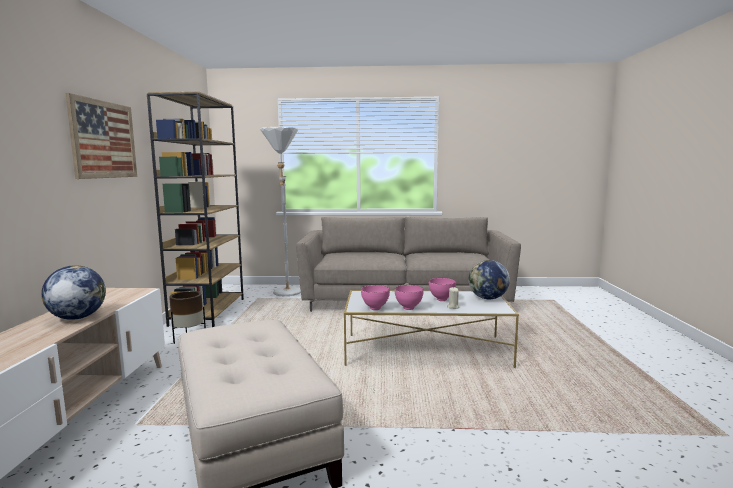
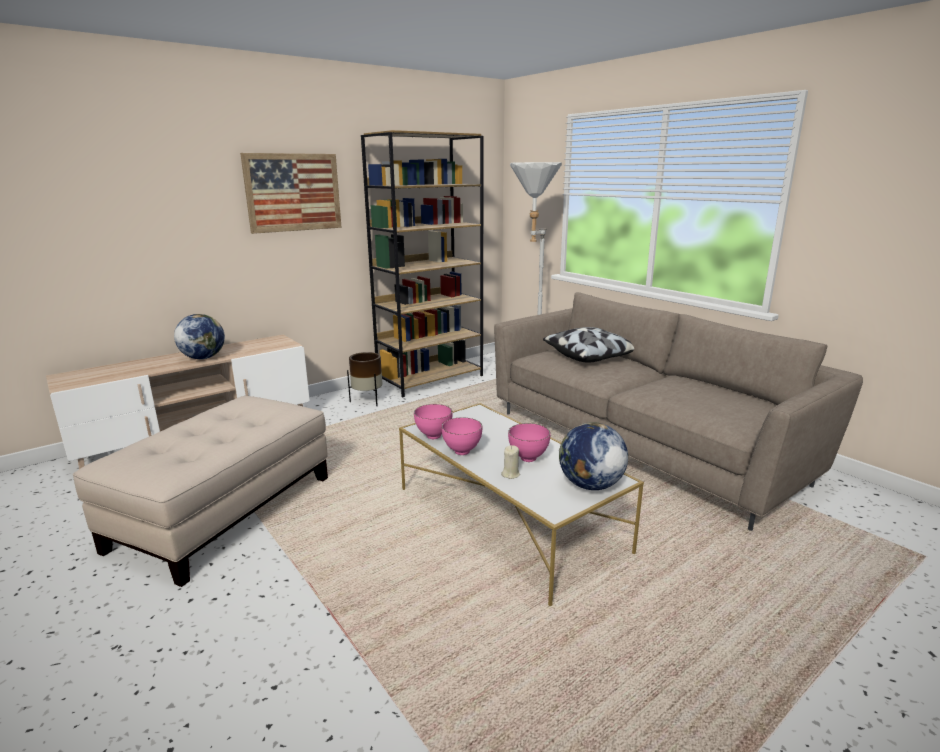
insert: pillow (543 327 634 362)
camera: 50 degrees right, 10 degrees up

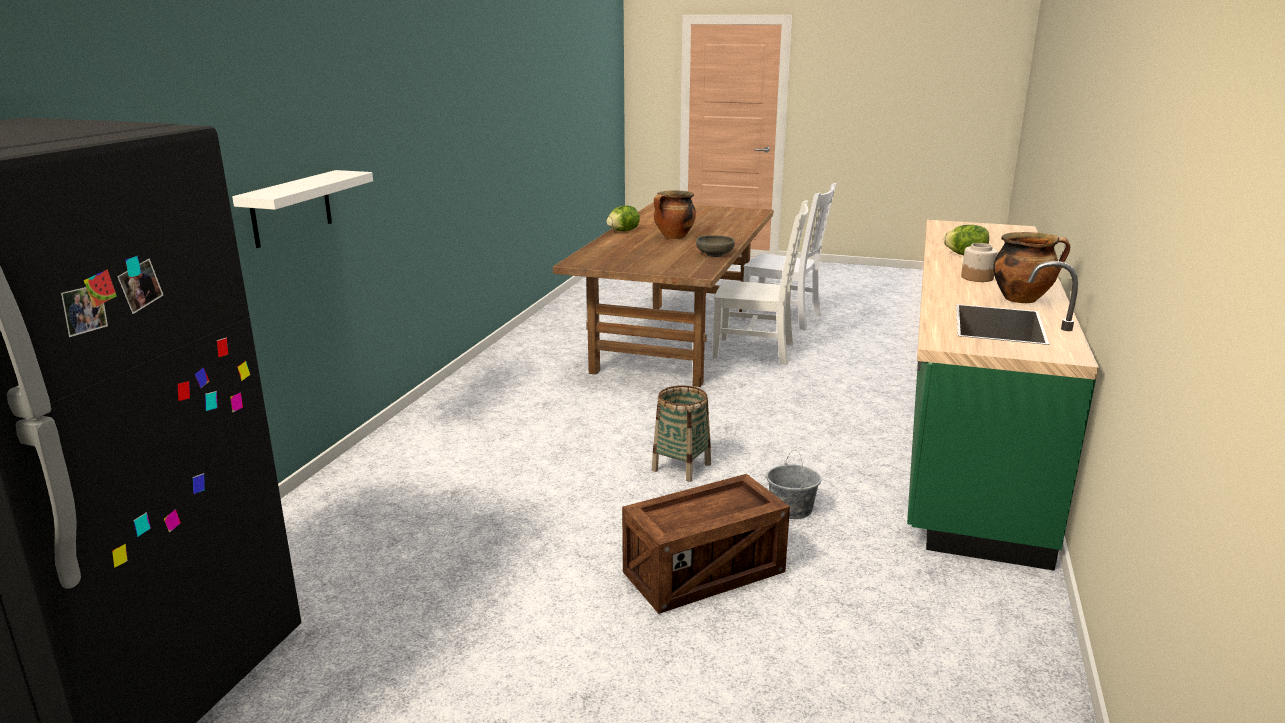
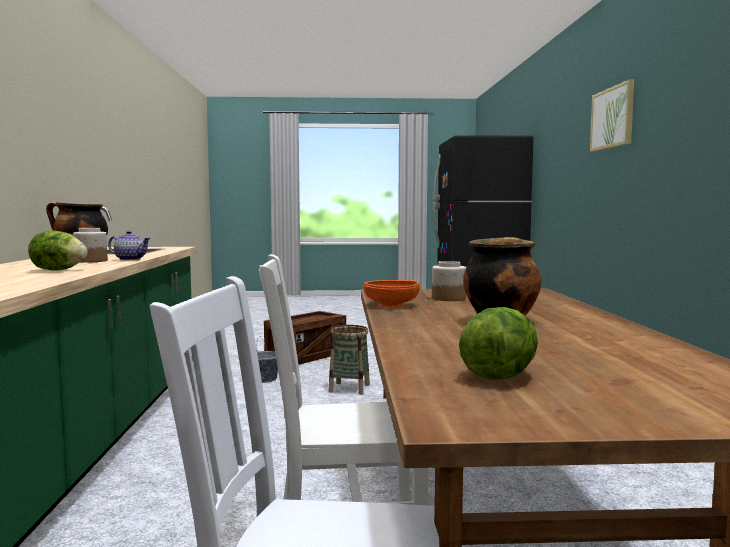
delete: white shelf (232 170 373 248)
insert: teapot (108 231 151 260); jar (432 261 466 301); picture (590 79 634 152)
move: lettuce (607 206 640 231) to (459 307 538 380)
recolor: grey bowl (696 235 735 257) to orange bowl (364 280 420 307)
camera: 160 degrees right, 15 degrees down

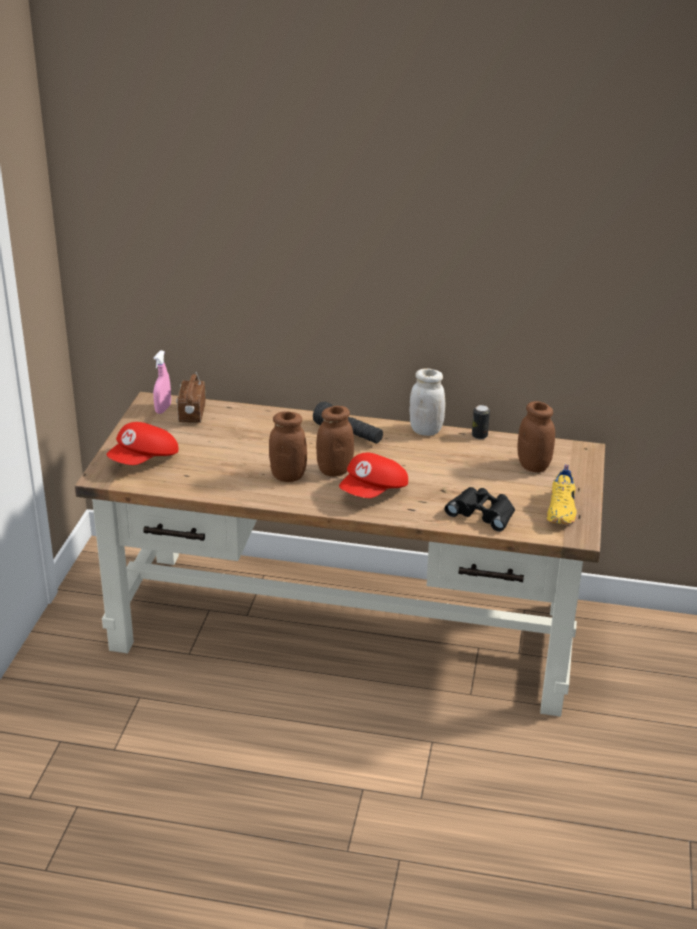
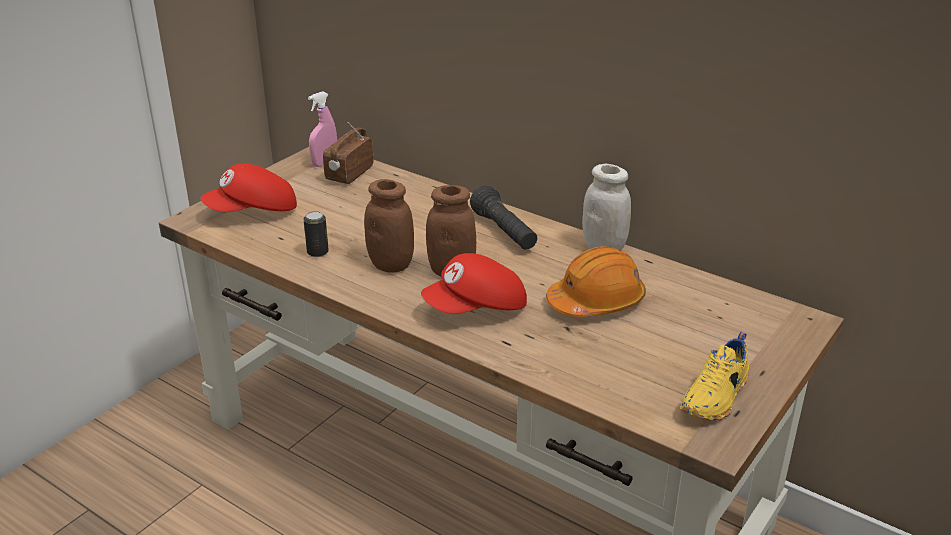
delete: black binoculars (444 487 515 532); brown jar (517 401 555 472)
insert: orange hard hat (546 246 646 317)
move: can (472 405 490 439) to (304 211 329 257)
camera: 25 degrees right, 0 degrees up

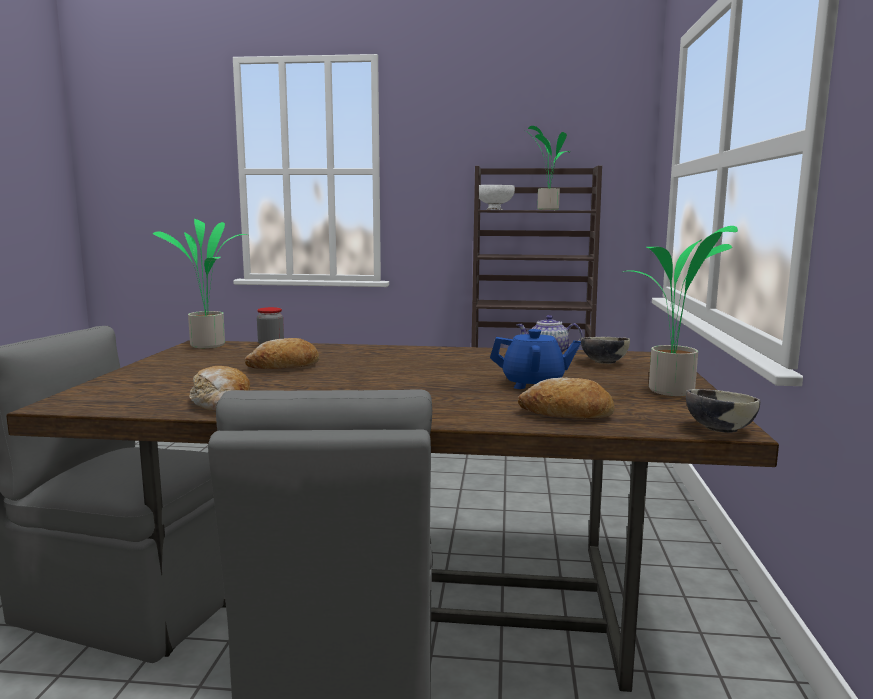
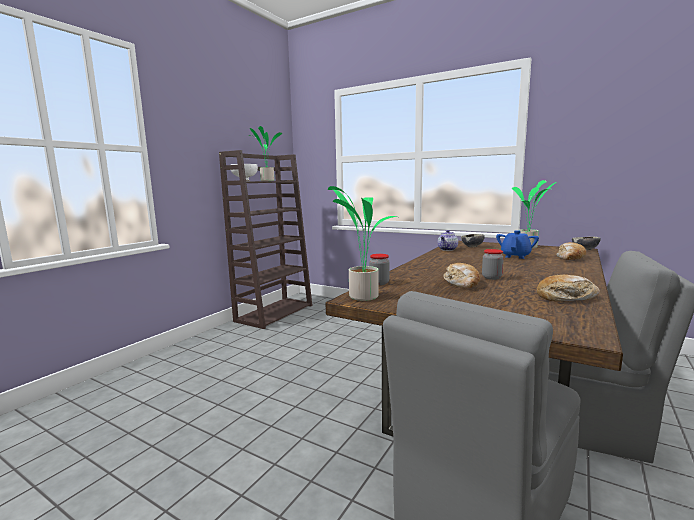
insert: jar (482 249 504 280)
camera: 65 degrees left, 0 degrees up

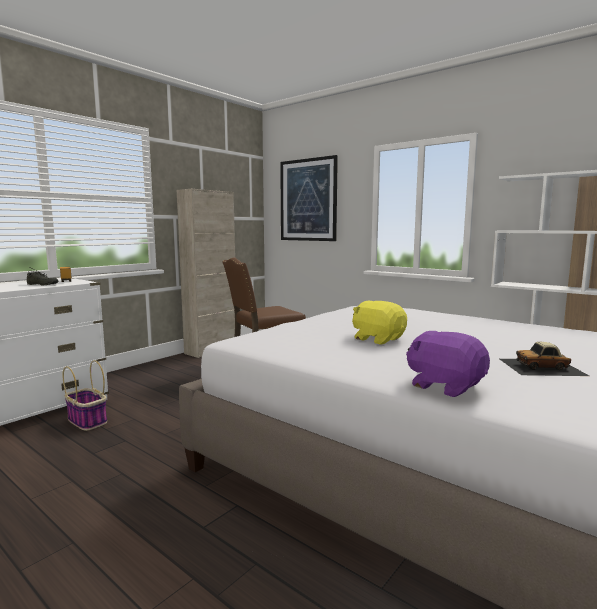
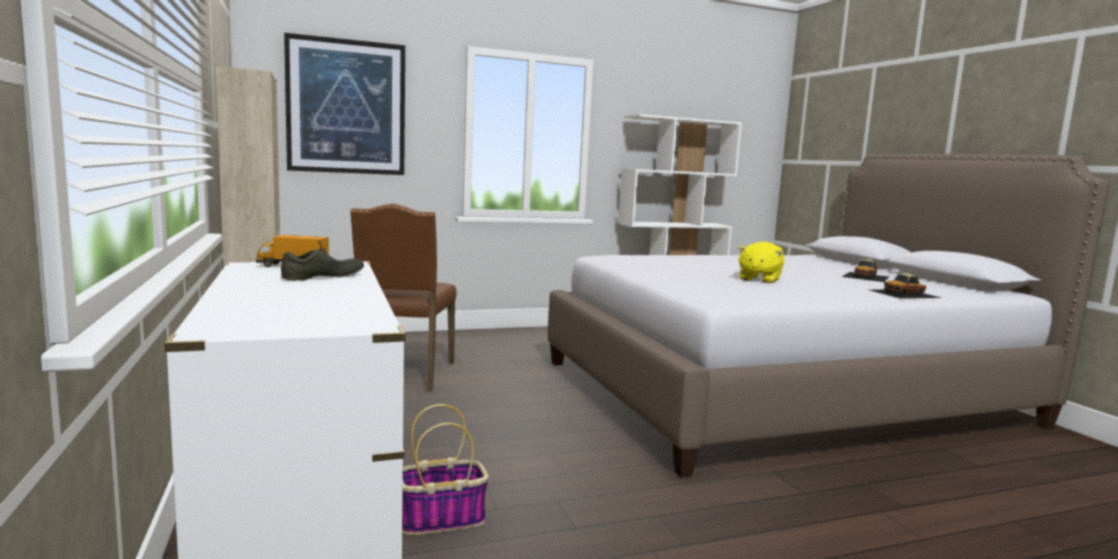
replace: purple plush toy (406 331 490 397) to toy car (869 273 941 299)
rotate: yellow plush toy (352 301 407 344) = (737 241 784 283) 45 degrees counterclockwise
camera: 60 degrees left, 0 degrees up

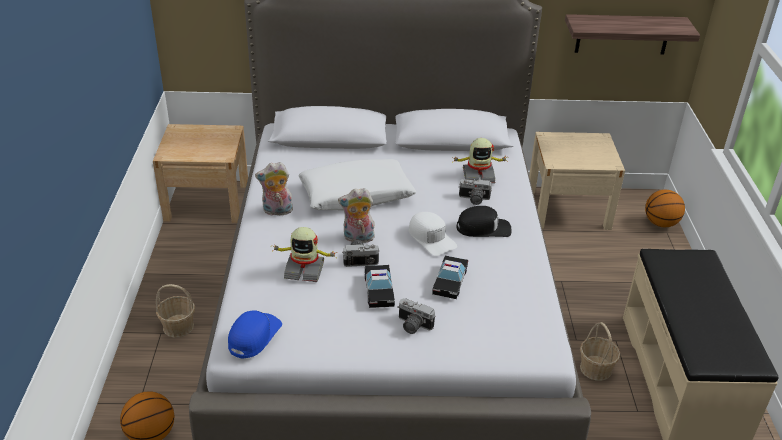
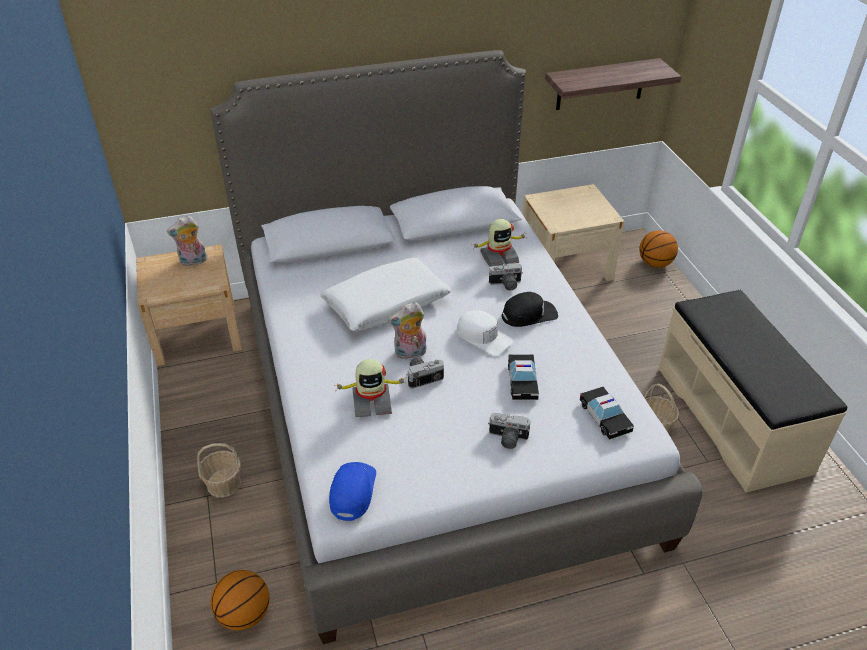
move: plush toy (255 162 293 216) to (167 215 207 266); toy car (365 265 395 308) to (580 387 634 440)
camera: 15 degrees left, 5 degrees up

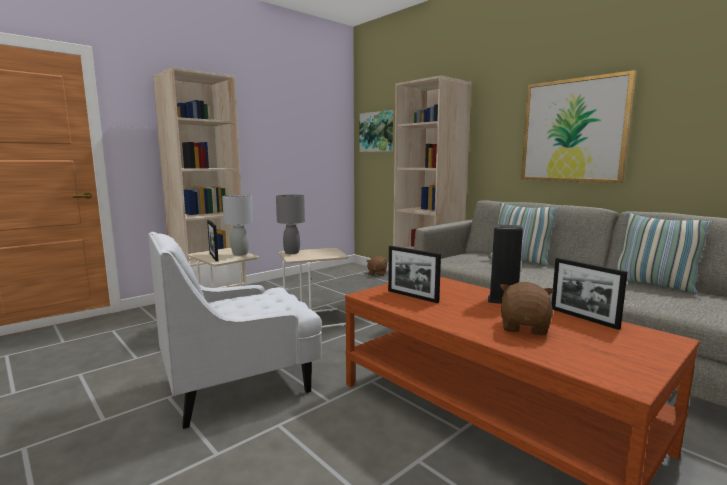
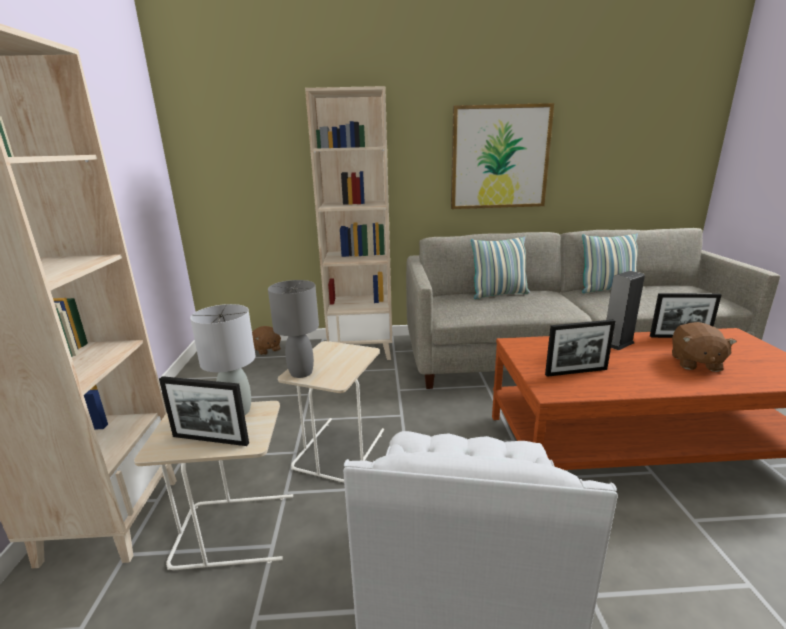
delete: picture (359 110 393 152)
rotate: brown plush toy (500 282 554 335) = (672 322 737 372) 135 degrees counterclockwise
camera: 50 degrees left, 10 degrees up

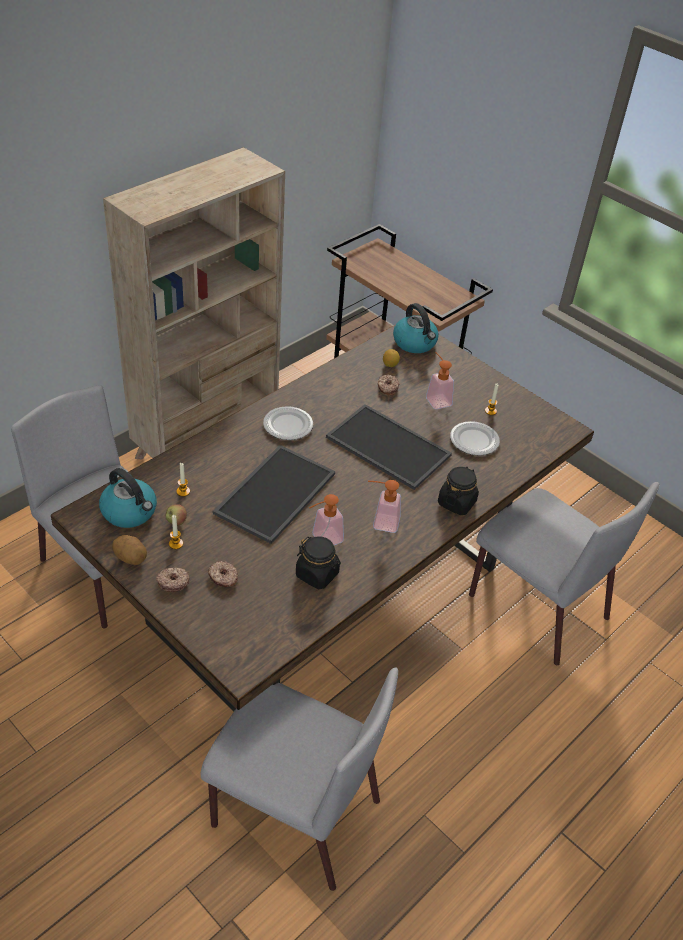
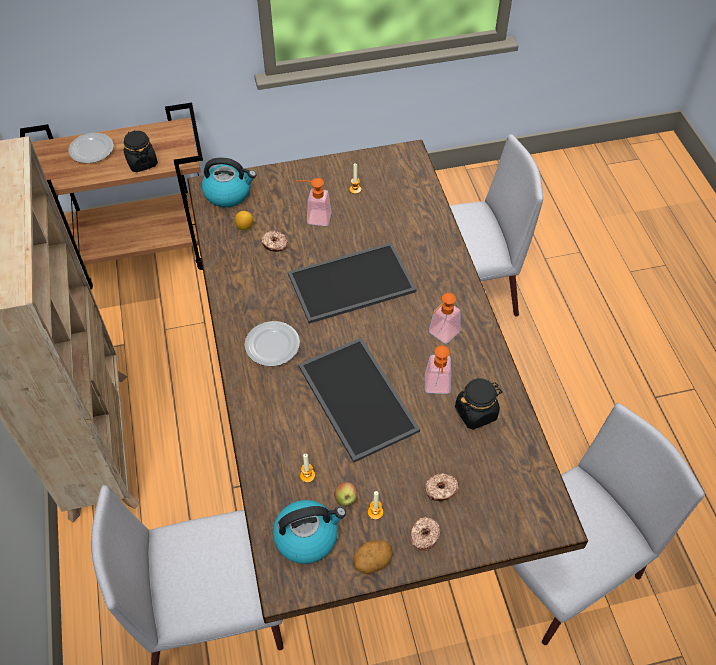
move: black jar (438 467 479 515) to (123 130 158 172); plate (450 421 500 456) to (69 133 114 163)
camera: 55 degrees left, 10 degrees up

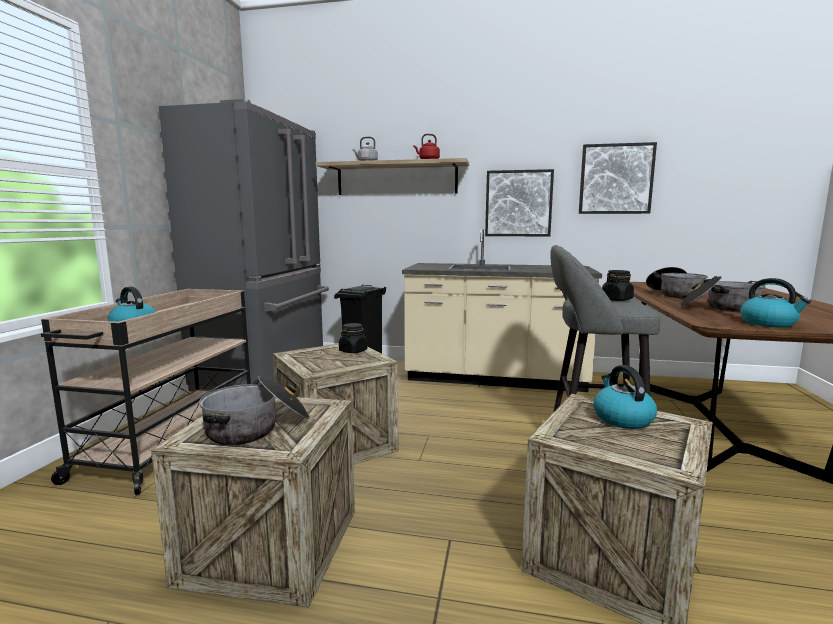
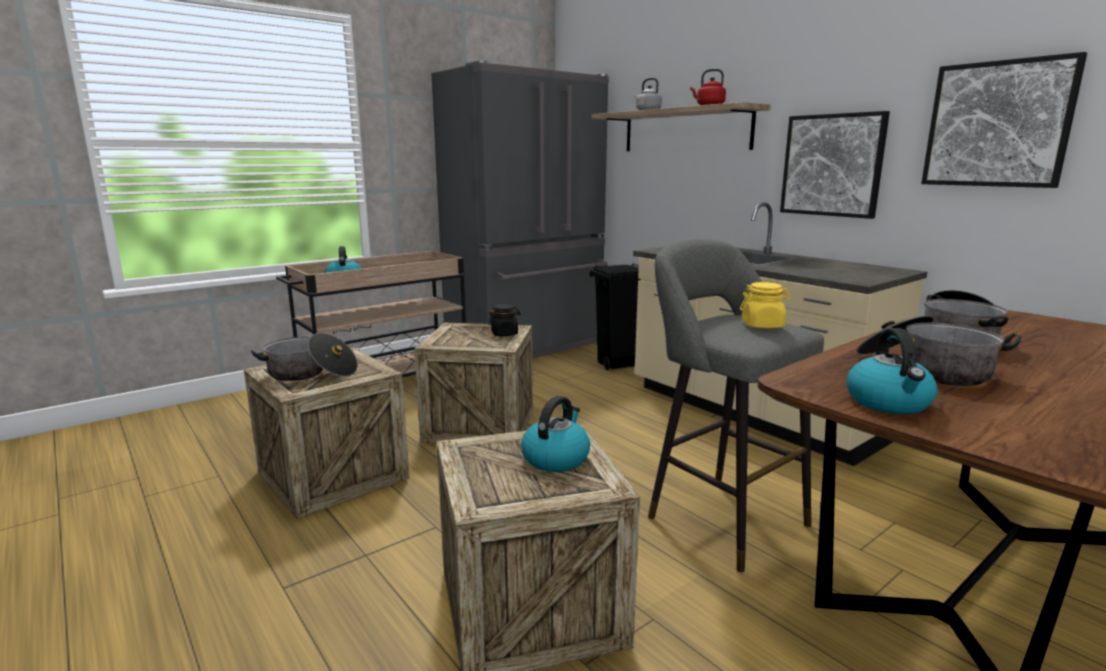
recolor: black jar (602 270 634 301) to yellow jar (740 282 791 329)
camera: 40 degrees right, 5 degrees up

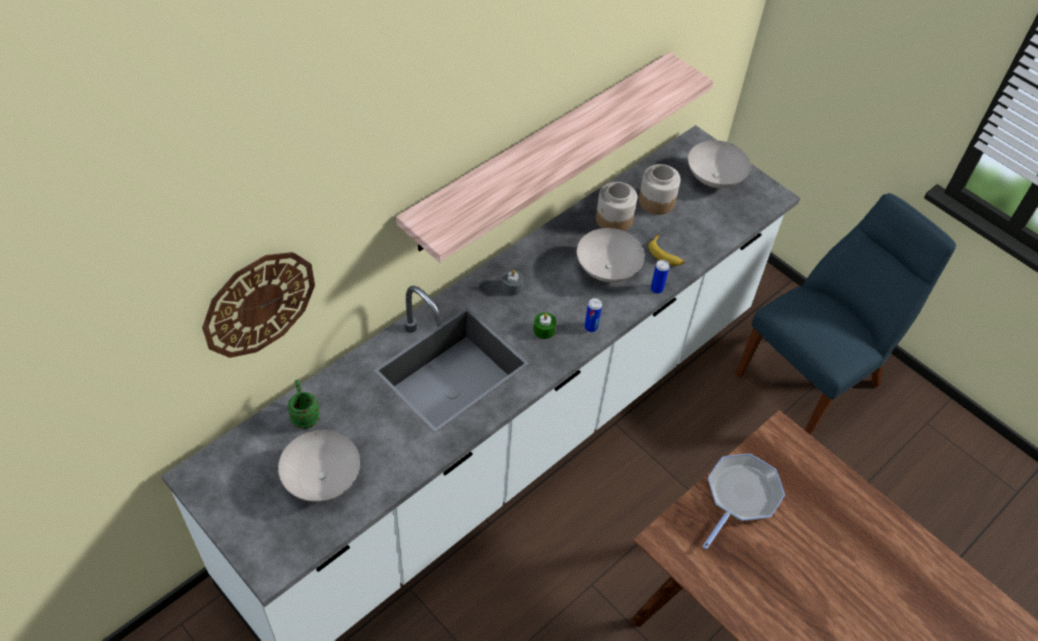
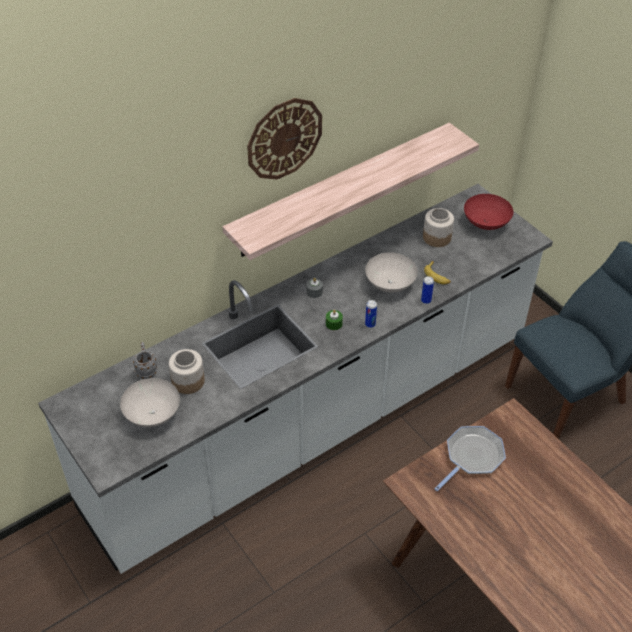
move: wall clock (202 252 315 358) to (247 98 322 180); jar (596 182 637 231) to (169 349 205 394)
recolor: green mug (287 379 320 429) to grey mug (133 342 157 379); white bowl (688 140 751 188) to red bowl (464 194 513 230)
camera: 10 degrees right, 5 degrees down

